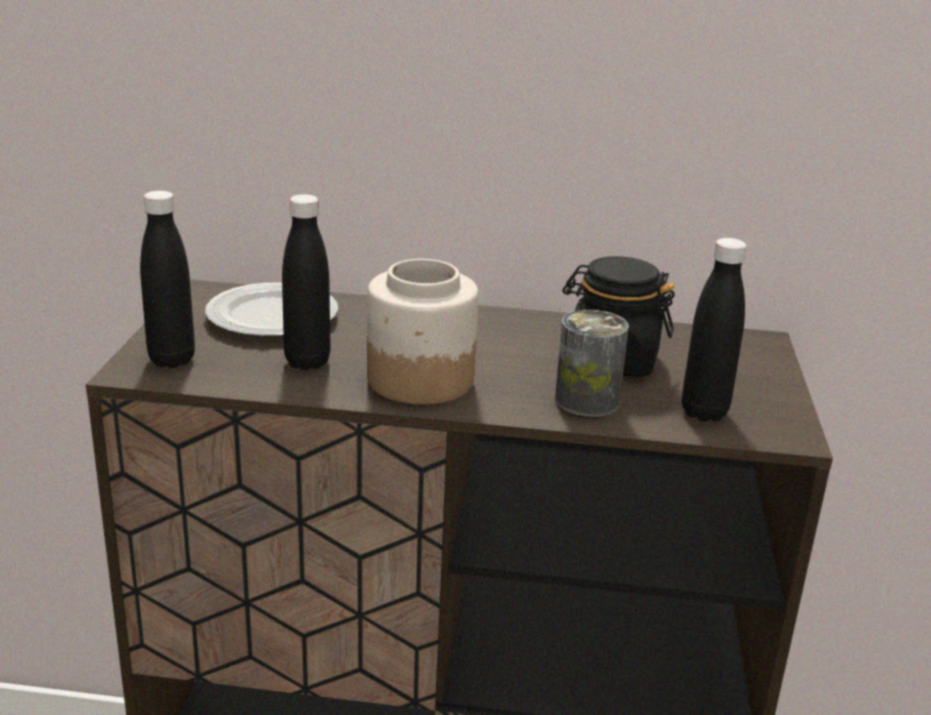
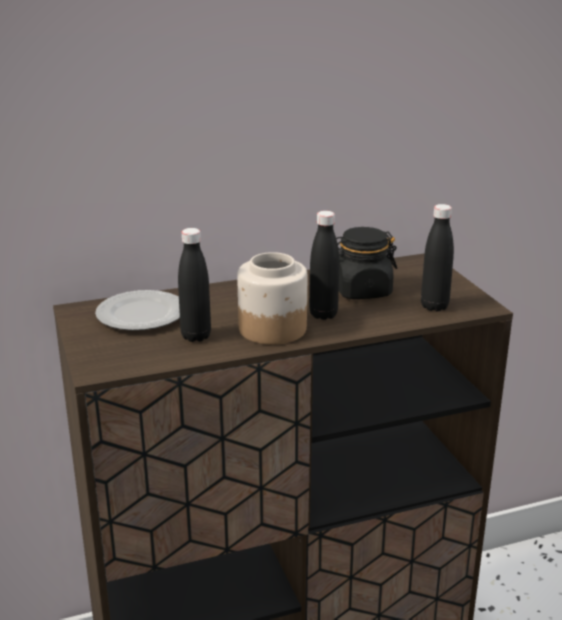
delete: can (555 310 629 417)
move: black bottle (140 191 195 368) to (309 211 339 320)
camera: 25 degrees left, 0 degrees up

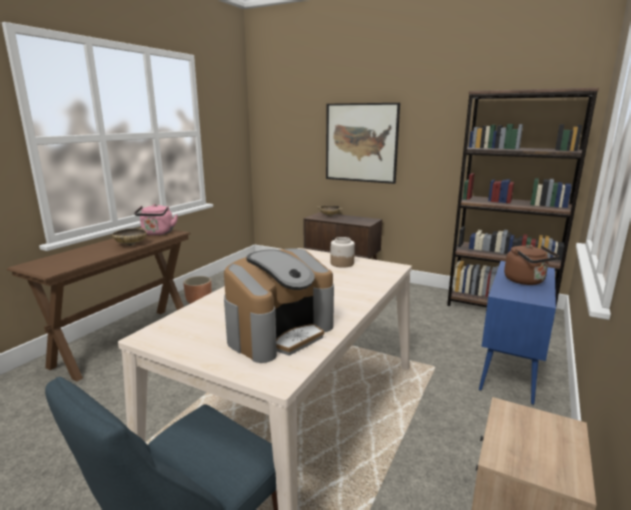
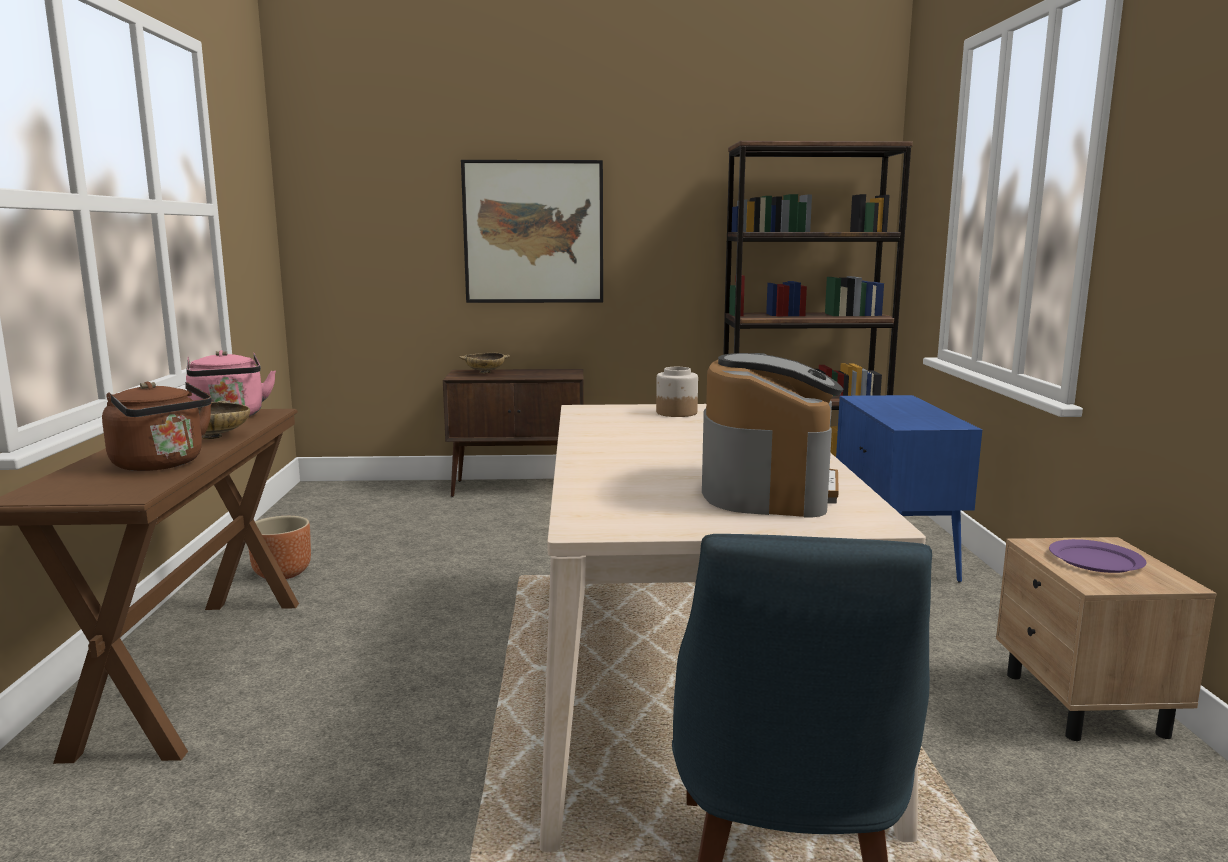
insert: purple plate (1049 539 1146 573)
move: brown kettle (504 245 559 285) to (102 382 212 471)
camera: 30 degrees left, 5 degrees down

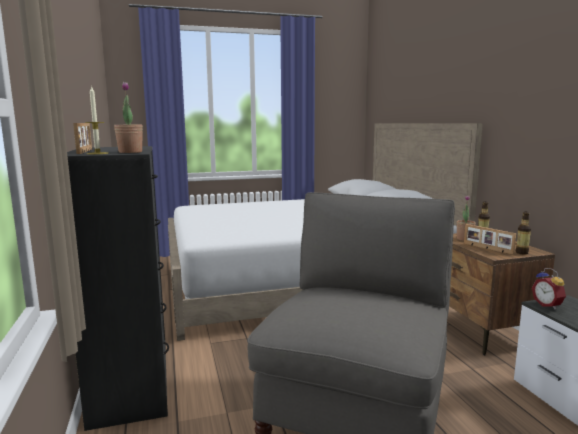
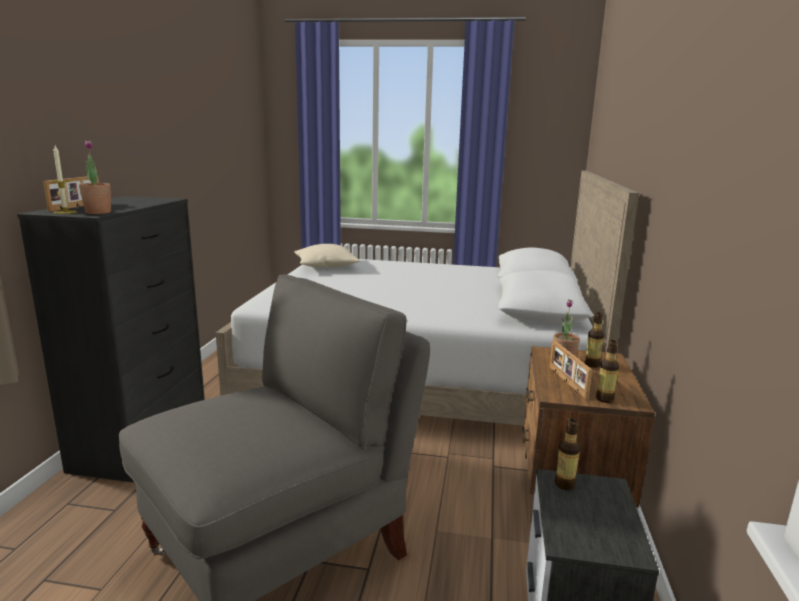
insert: beige pillow (294 244 360 268)
replace: alarm clock (532 268 566 309) to bottle (554 419 580 490)
camera: 25 degrees right, 5 degrees up

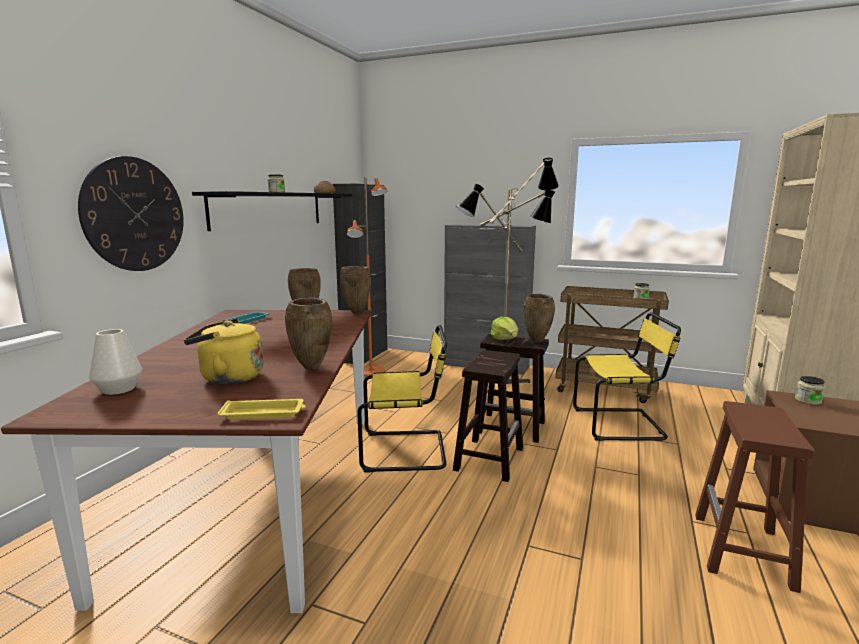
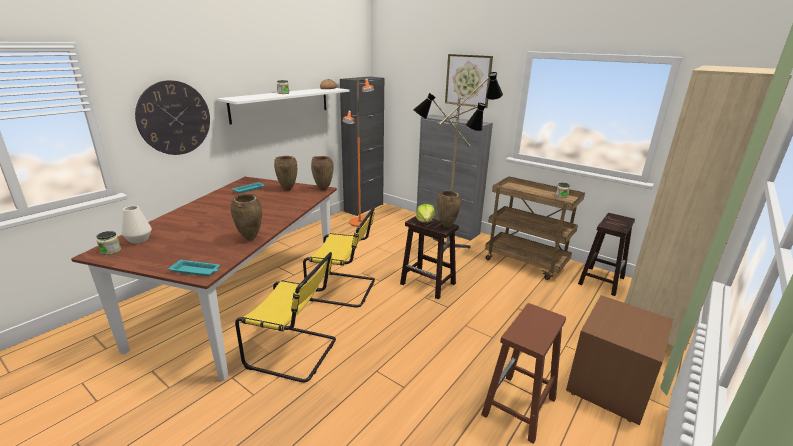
delete: yellow kettle (184 319 264 384)
insert: picture (445 54 493 108)
move: brown stool (453 350 523 482) to (578 213 635 296); yellow chair (573 312 681 441) to (235 252 336 382); jar (795 376 825 405) to (96 231 121 255)
recolor: black shelf (192 191 352 231) to white shelf (217 88 350 124); yellow tray (217 399 306 420) to turquoise tray (168 260 220 276)
camera: 15 degrees right, 10 degrees up

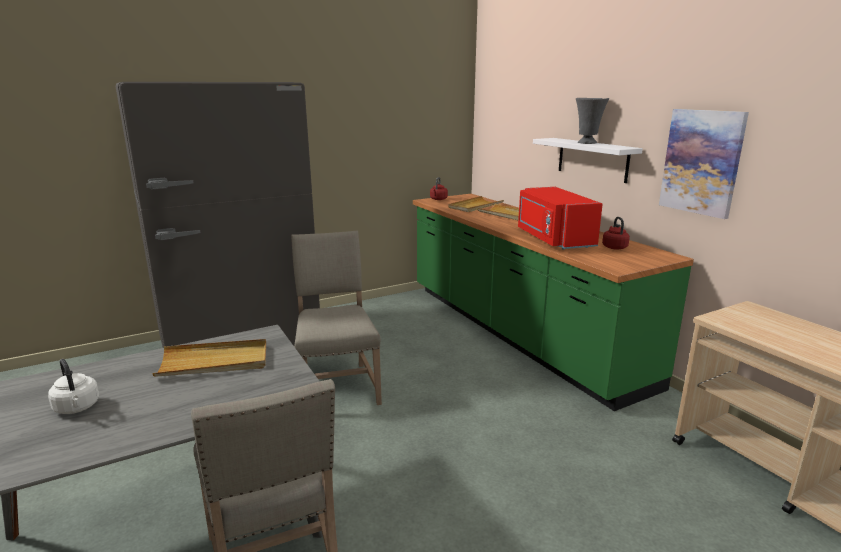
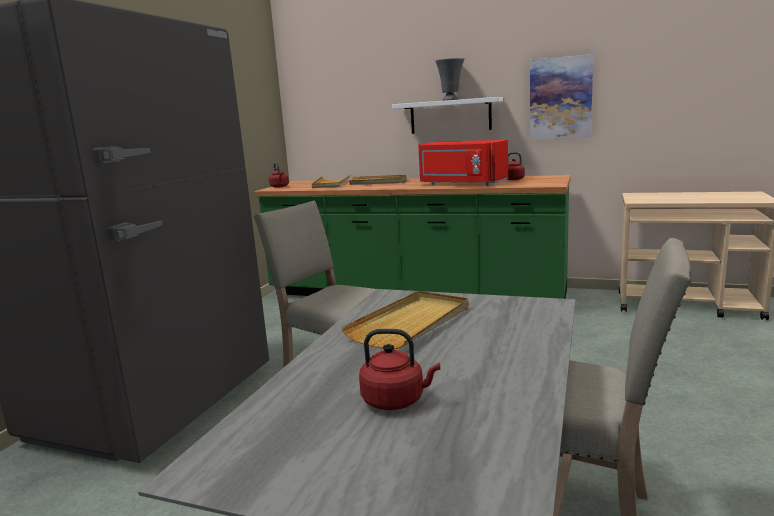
recolor: white kettle (48 359 99 414) to red kettle (359 329 440 410)
camera: 40 degrees left, 5 degrees down

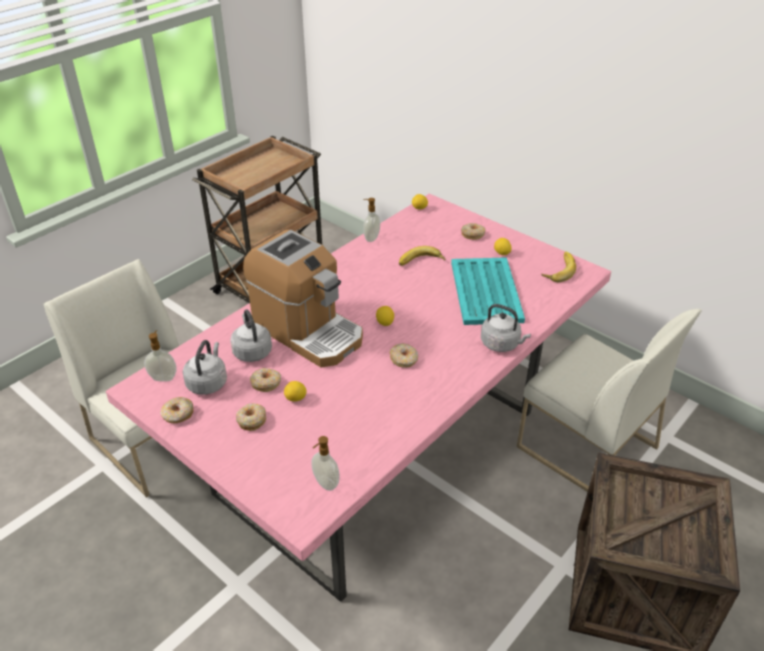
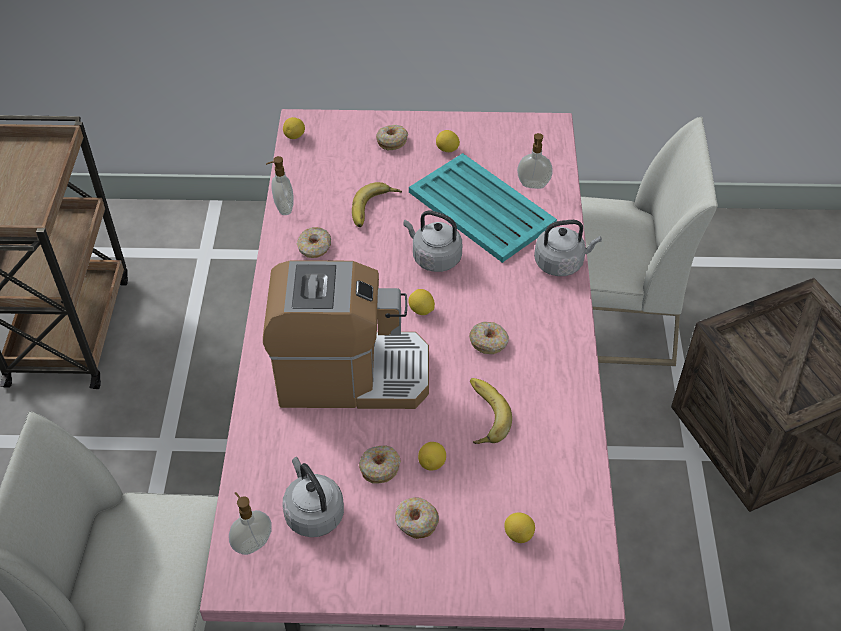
insert: lemon (504 512 535 543)
move: donut (161 397 193 423) to (297 227 331 258); grey kettle (230 309 272 362) to (403 210 462 272); soap dispenser (311 436 340 491) to (517 133 553 189); banana (541 252 576 282) to (470 378 512 444)
camera: 40 degrees left, 10 degrees up

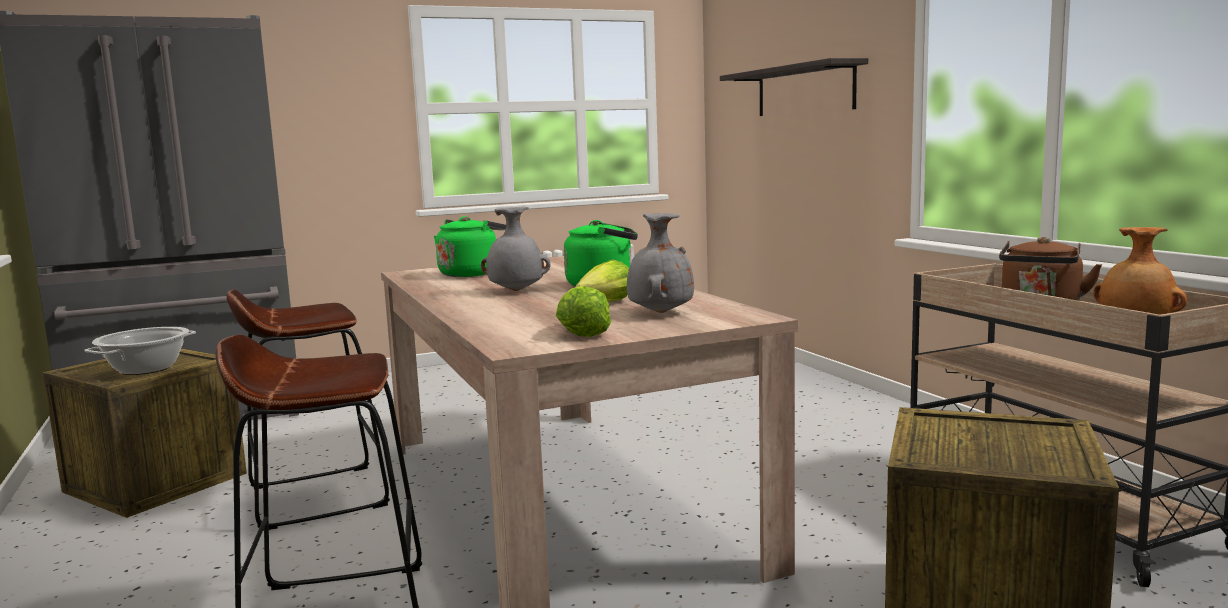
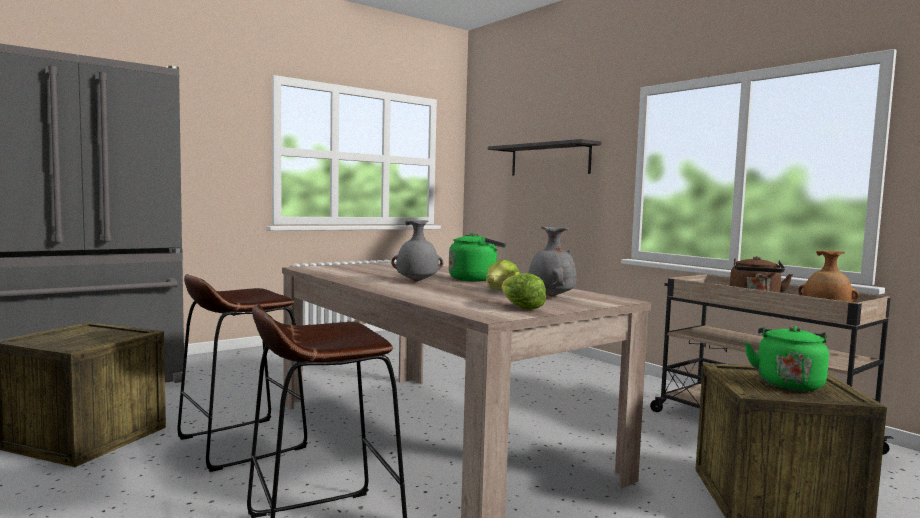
delete: cooking pot (84 327 196 375)
move: green kettle (434 216 506 277) to (745 326 829 391)
camera: 15 degrees left, 5 degrees down

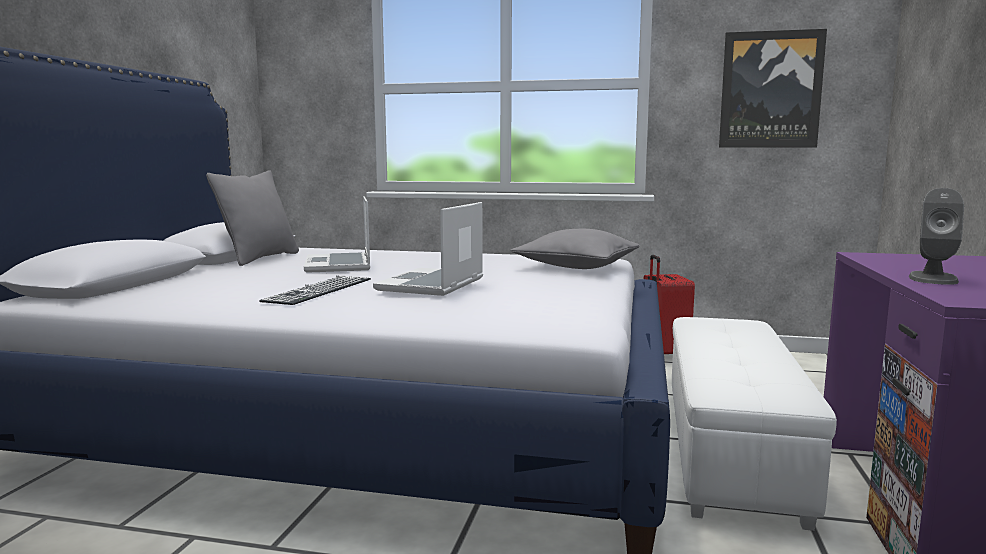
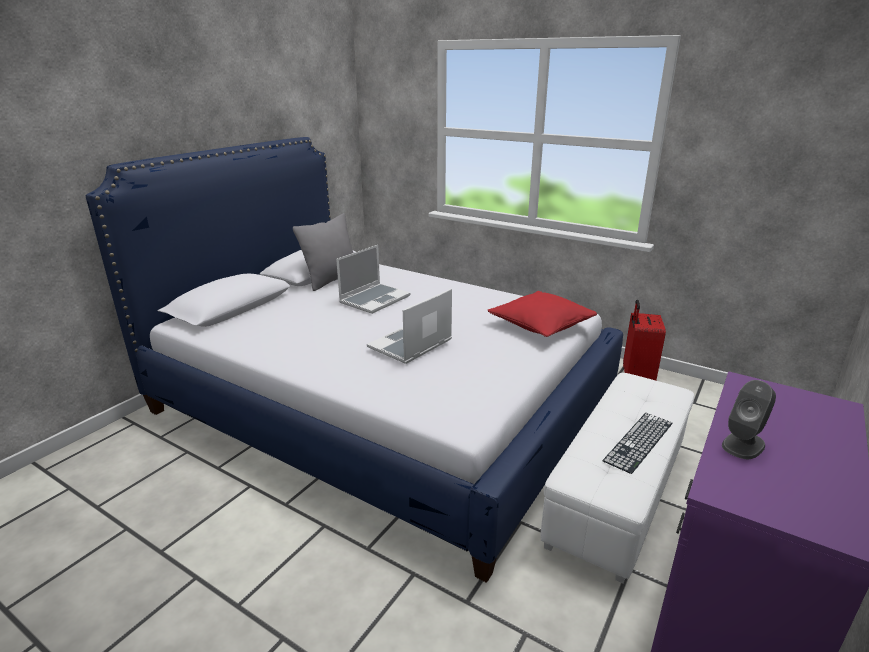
delete: picture (719 29 827 148)
move: keyboard (259 275 371 305) to (603 413 672 474)
recolor: grey pillow (511 229 640 269) to red pillow (488 291 597 337)
rotate: laptop (304 196 370 273) = (336 245 410 314) 150 degrees counterclockwise
camera: 20 degrees right, 15 degrees up

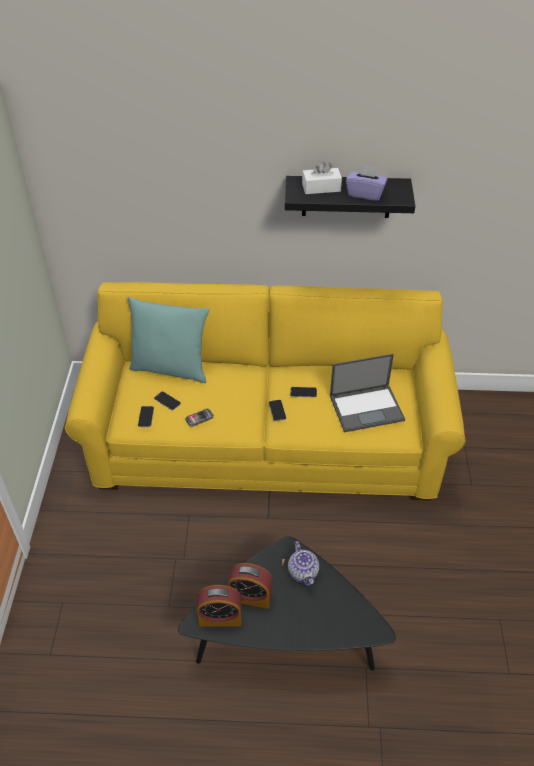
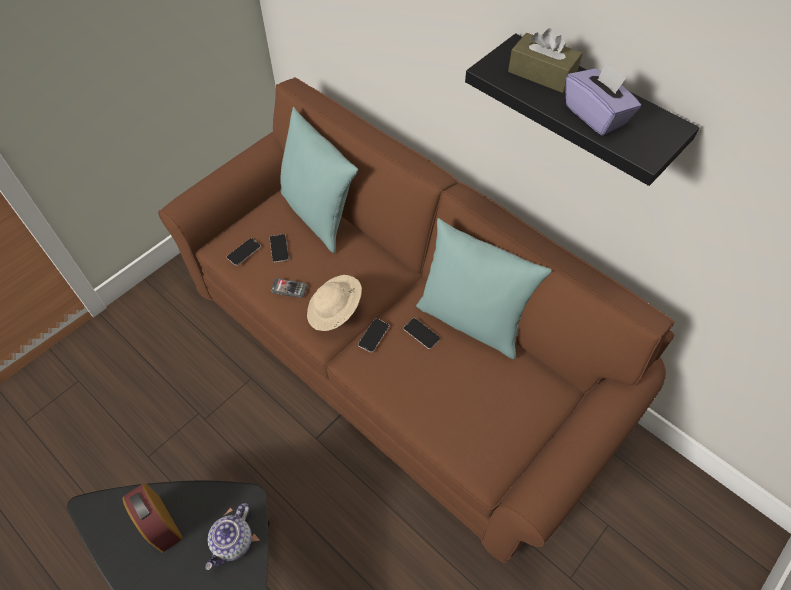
delete: alarm clock (197 585 242 627); laptop (330 354 405 432)
insert: beige hat (307 275 362 331); turquoise pillow (416 218 552 359)
recolor: yellow sofa (65 282 466 501) to brown sofa (158 77 674 563); white tissue box (302 161 342 194) to brown tissue box (508 28 583 93)
camera: 40 degrees right, 10 degrees up

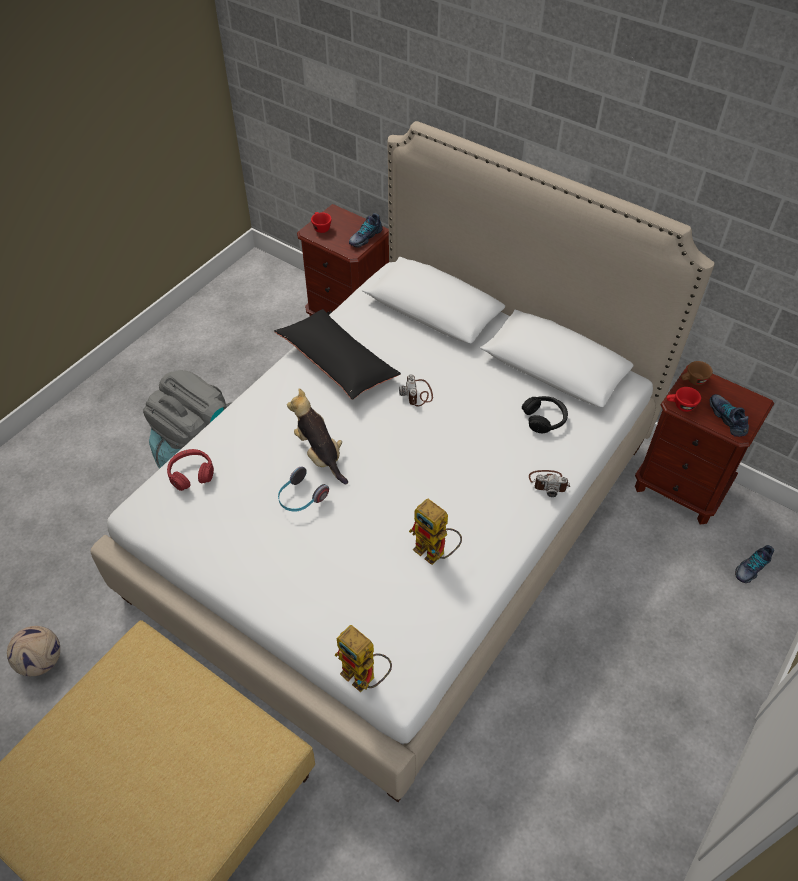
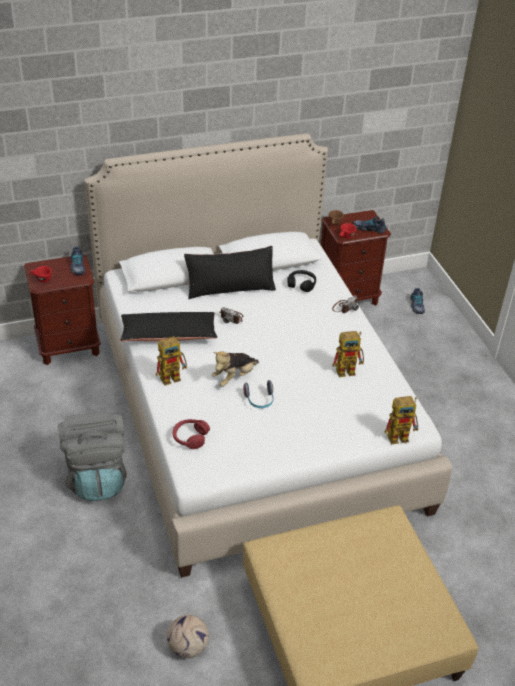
insert: toy robot (156 336 187 385); black pillow (184 246 276 299)
rotate: plush toy (287 388 348 484) = (212 351 259 387) 45 degrees counterclockwise
camera: 55 degrees left, 10 degrees down

